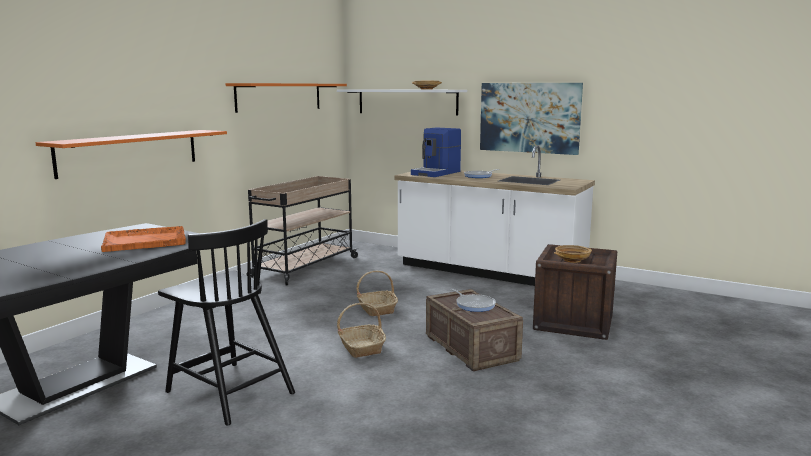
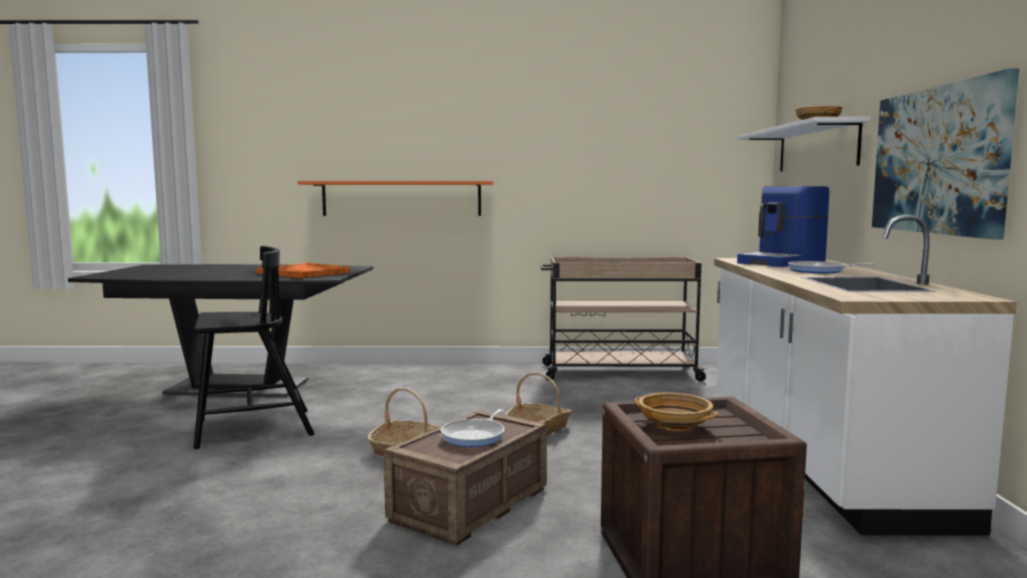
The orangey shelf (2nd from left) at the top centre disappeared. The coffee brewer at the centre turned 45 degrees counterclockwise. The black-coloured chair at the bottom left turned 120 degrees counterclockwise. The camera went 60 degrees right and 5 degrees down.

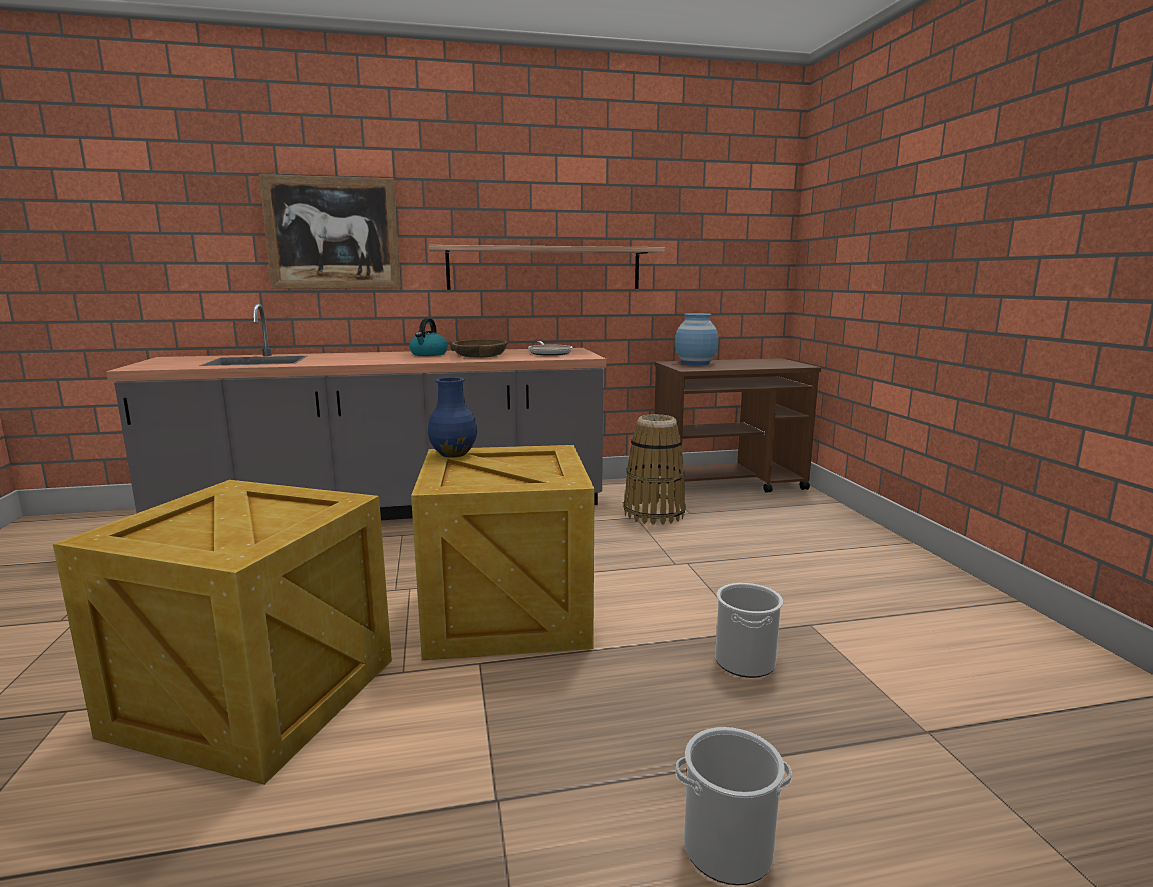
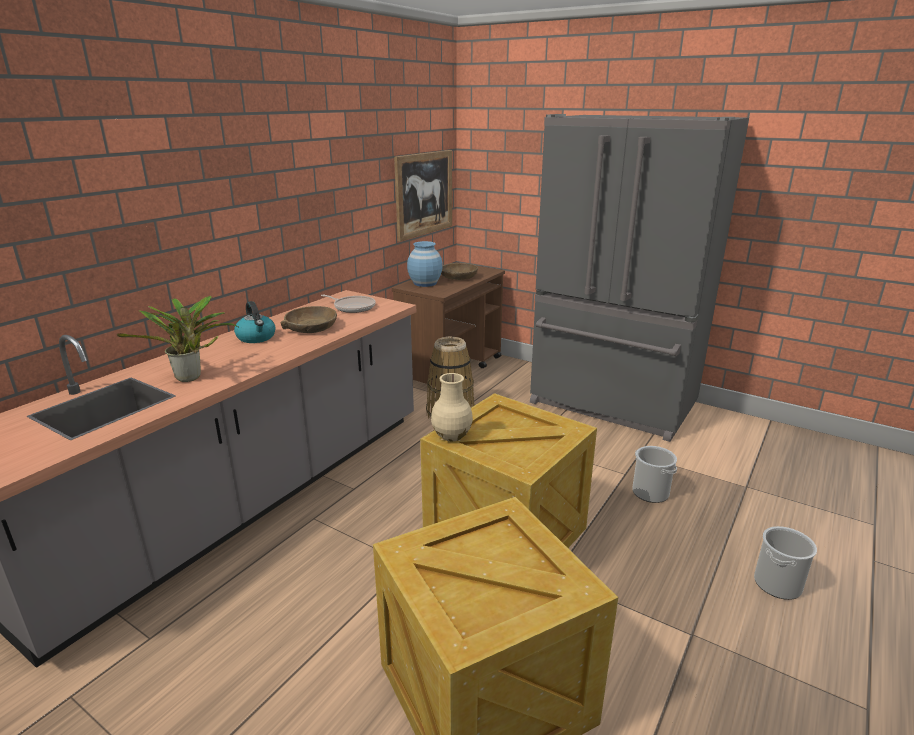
The wall picture moved from the top left to the top centre. The shelf at the top centre disappeared. The bluish flower vase (1st from left) at the centre became the sand-coloured flower vase at the centre. The gray refrigerator at the middle right appeared. The brownish bowl (2nd from left) at the centre appeared. The plant in a pot at the middle left appeared. The camera went 45 degrees left and 10 degrees up.

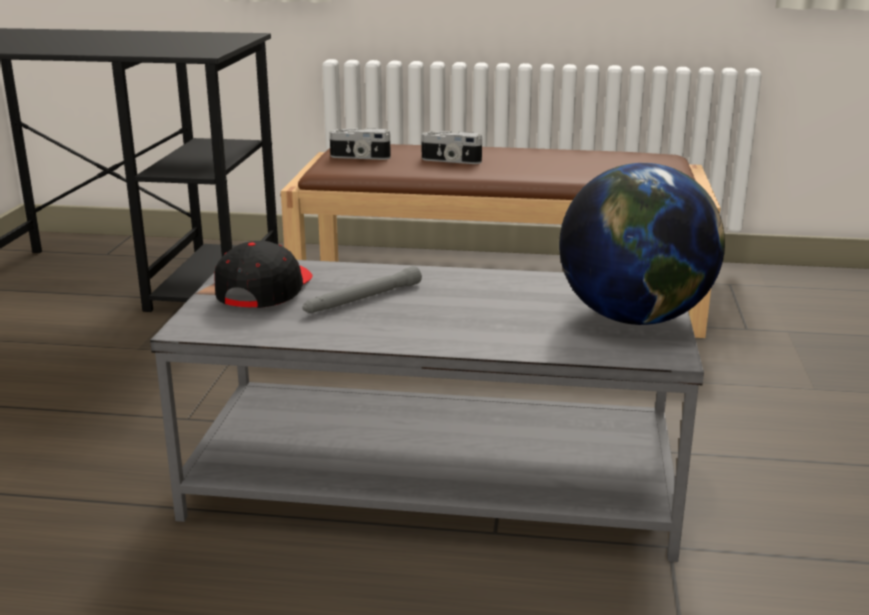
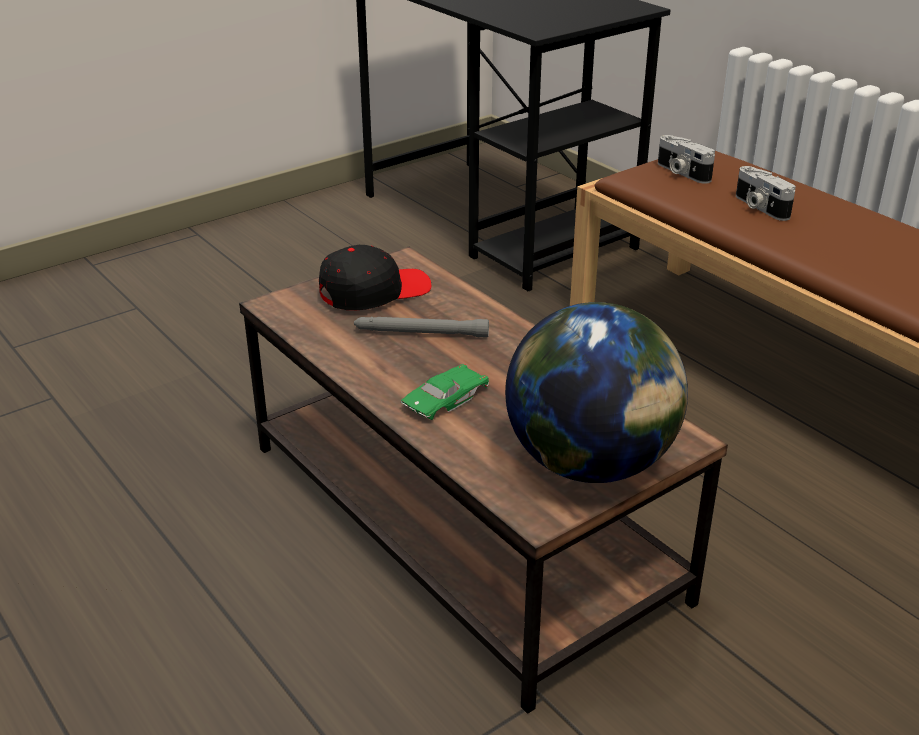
The gray coffee table at the bottom centre became the brownish coffee table at the centre. The green-coloured miniature car at the centre appeared. The camera went 45 degrees right and 10 degrees up.

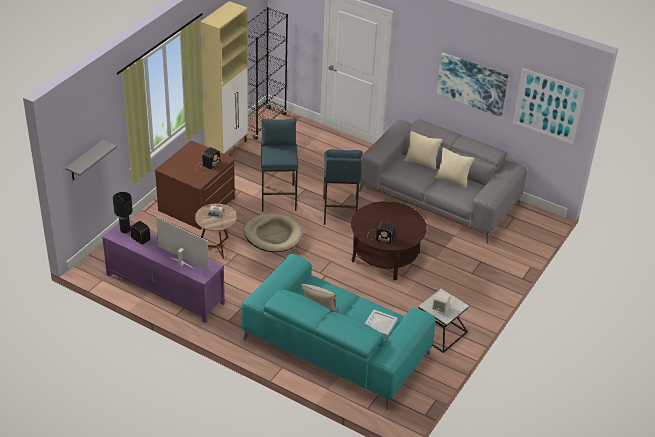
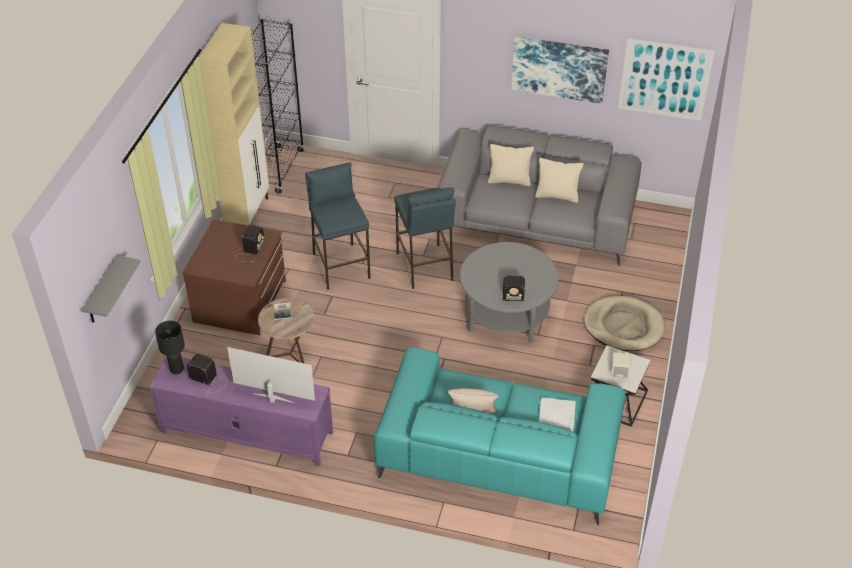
The brownish coffee table at the centre became the gray coffee table at the centre. The sand-coloured dog cushion moved from the centre to the middle right. The camera went 15 degrees left and 5 degrees up.

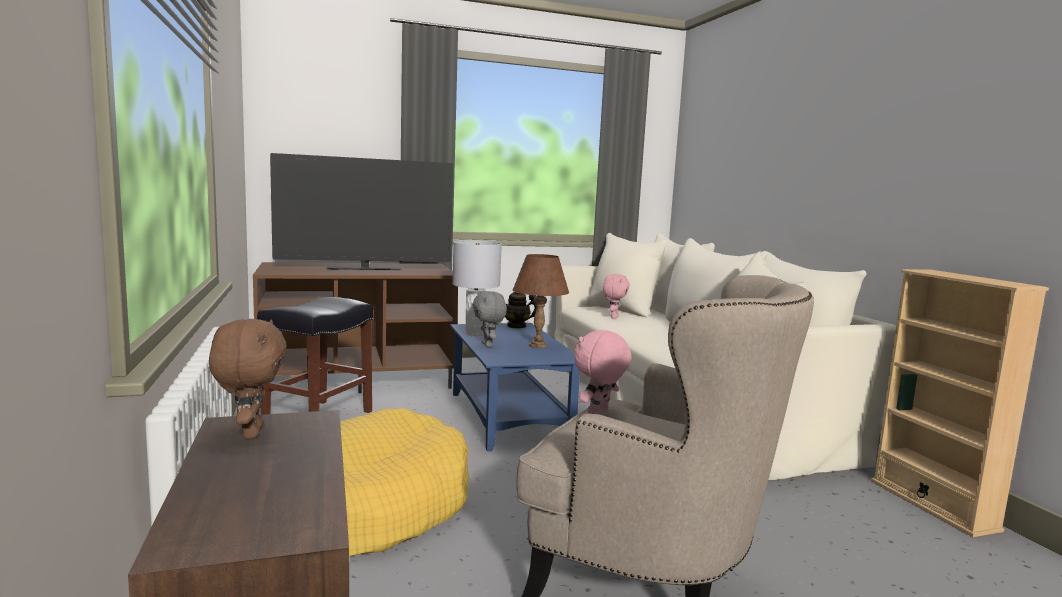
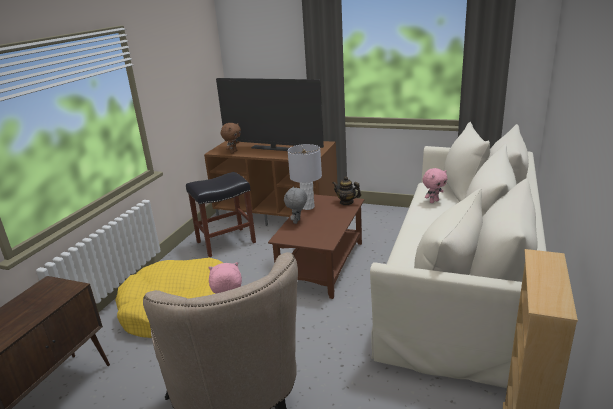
The brownish lamp for a table at the centre disappeared. The brownish soft toy moved from the middle left to the centre. The bluish coffee table at the centre became the brownish coffee table at the centre. The camera went 40 degrees right and 15 degrees up.

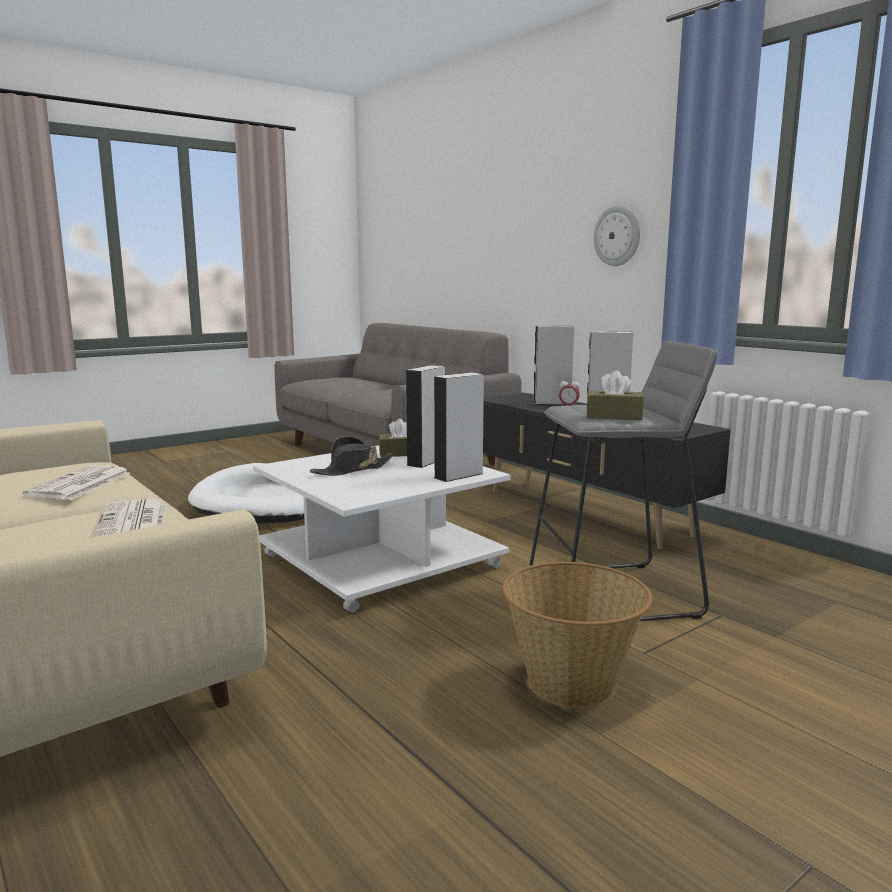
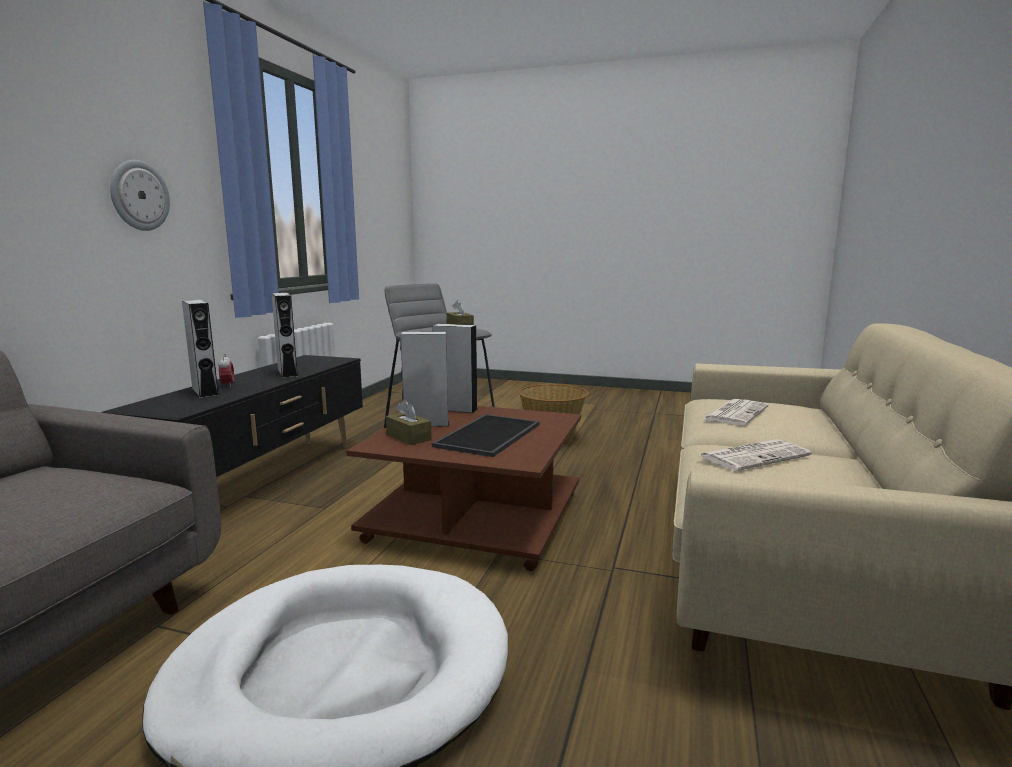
The black-coloured clothing hat at the centre was replaced by the carrying tray at the centre. The white coffee table at the centre became the brownish coffee table at the centre. The camera went 125 degrees left and 0 degrees up.

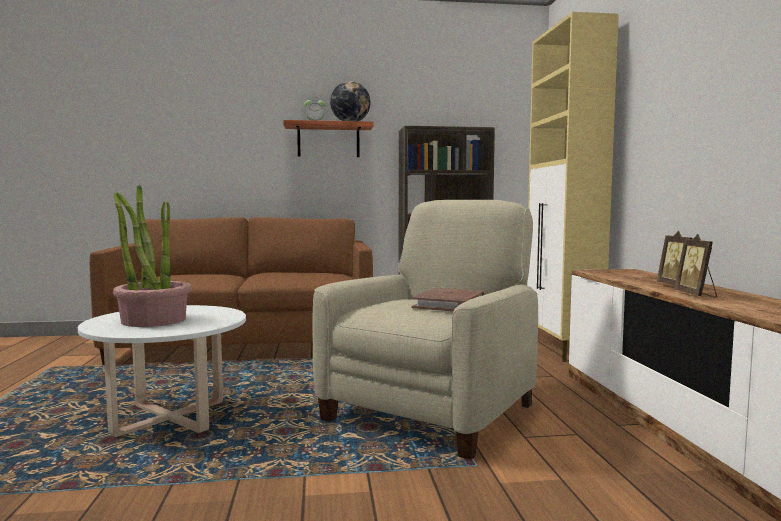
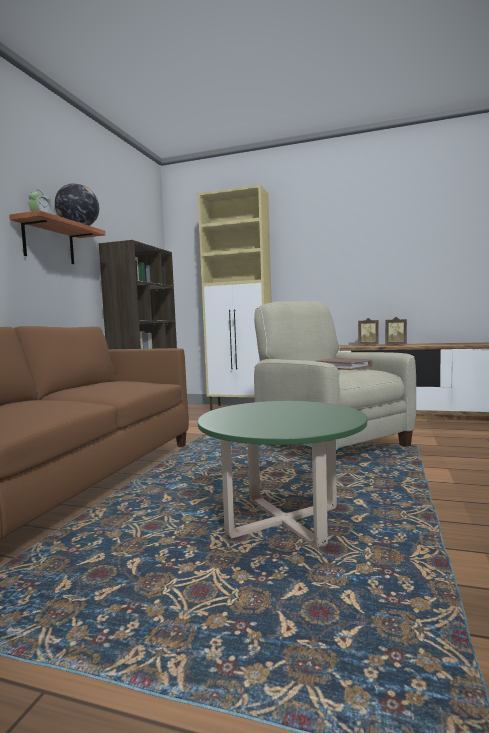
The plant in a pot at the middle left disappeared. The white coffee table at the bottom left became the green-coloured coffee table at the centre. The camera went 65 degrees left and 0 degrees up.

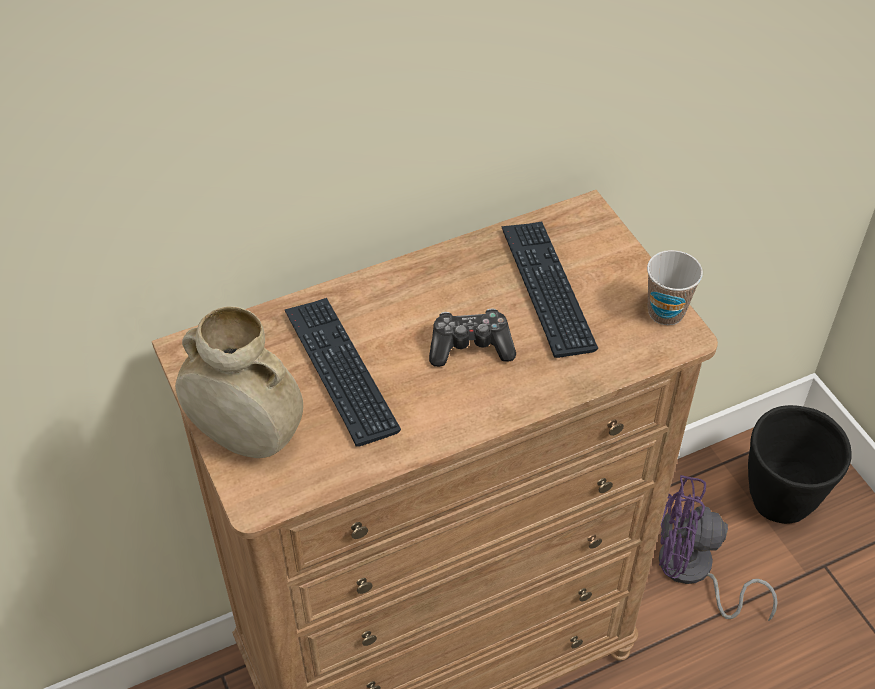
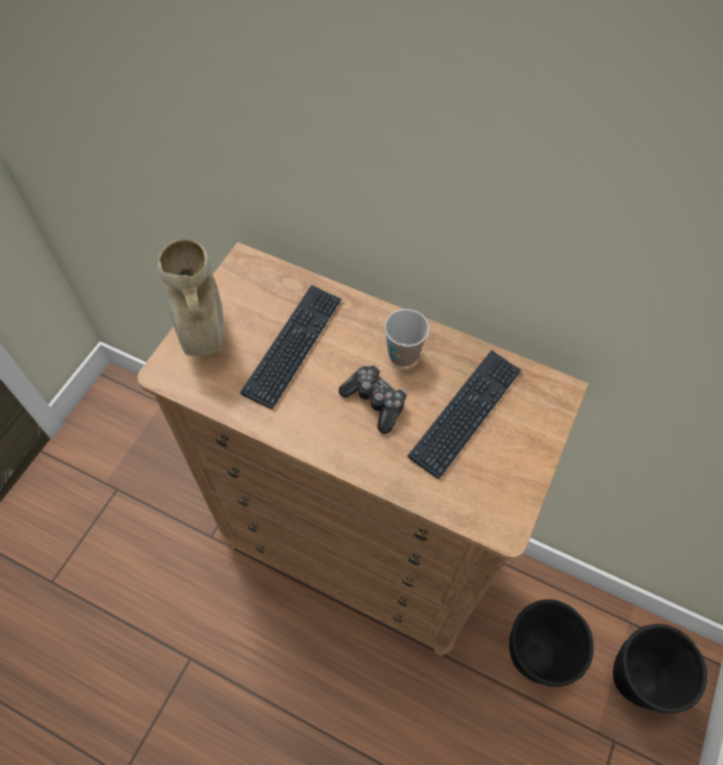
The small cup moved from the middle right to the centre. The purplish fan at the bottom right was replaced by the black-coloured flower pot (1st from left) at the bottom right. The camera went 50 degrees right and 10 degrees up.

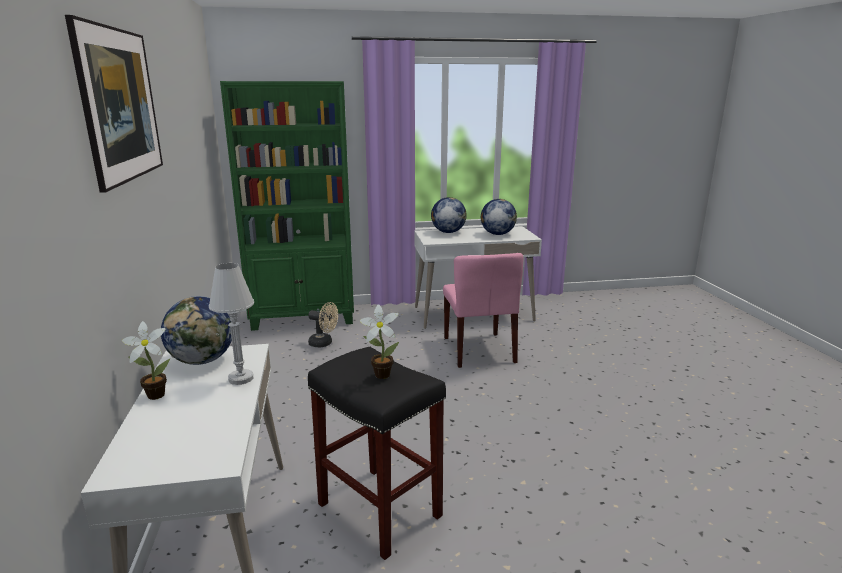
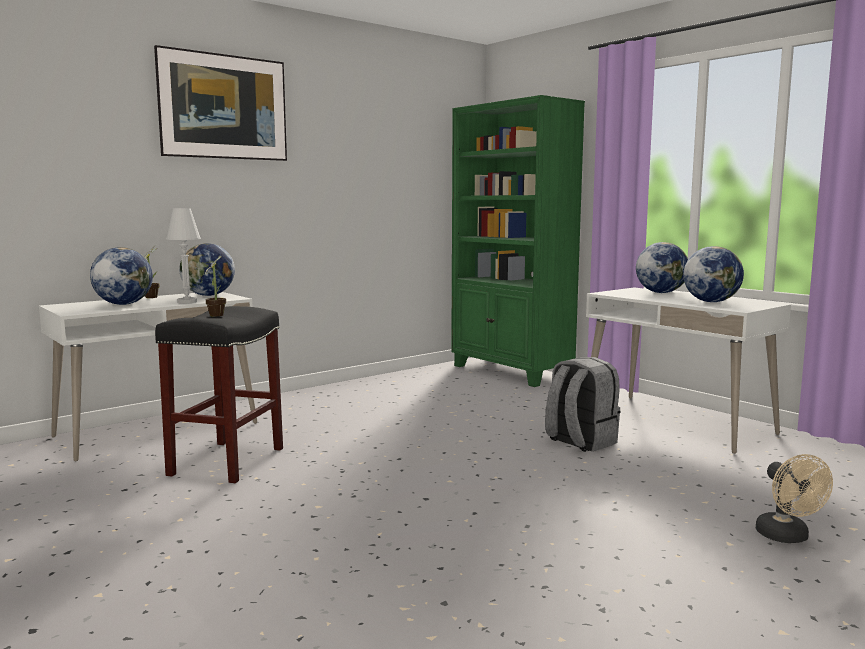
The pink chair at the centre was replaced by the gray knapsack at the middle right. The sand-coloured fan moved from the centre to the bottom right. The desk globe (1st from left) at the middle left appeared. The camera went 60 degrees right and 10 degrees down.

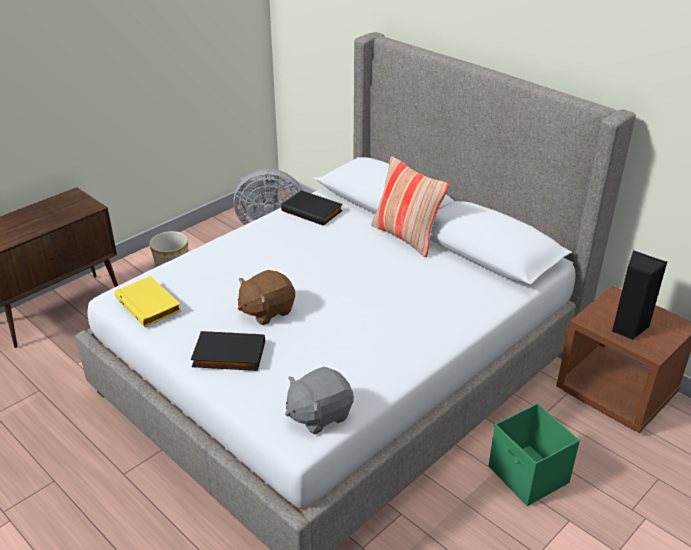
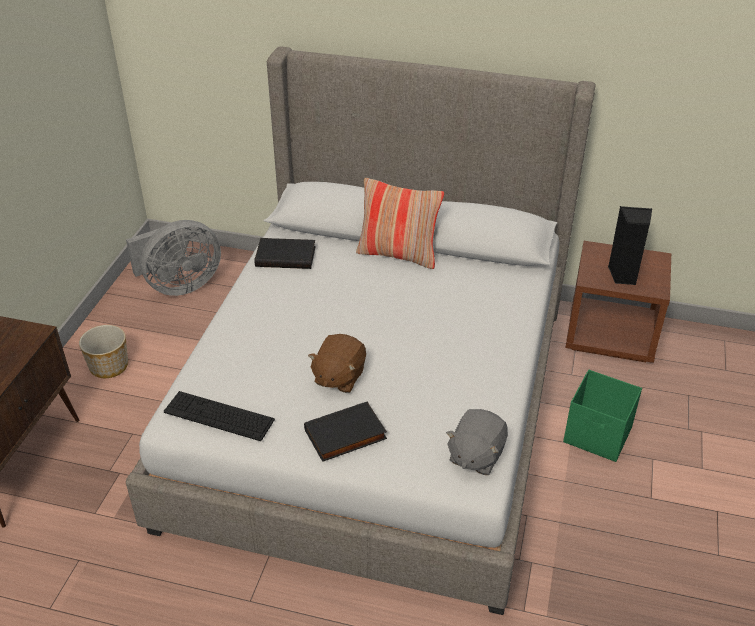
The yellowish volume at the middle left was replaced by the keyboard at the middle left. The camera went 30 degrees left and 5 degrees up.

